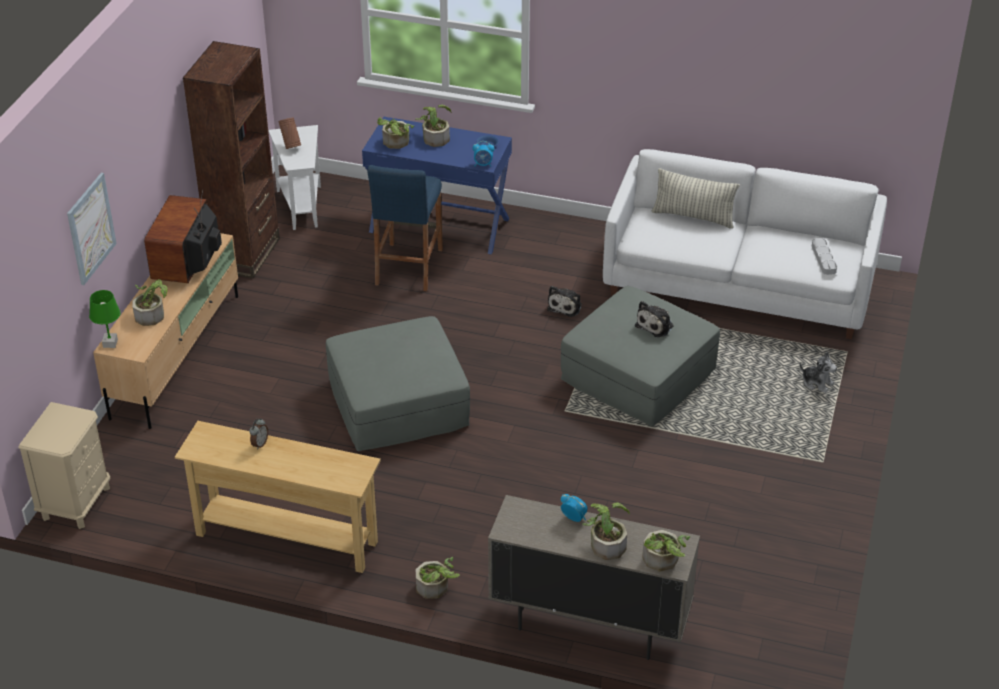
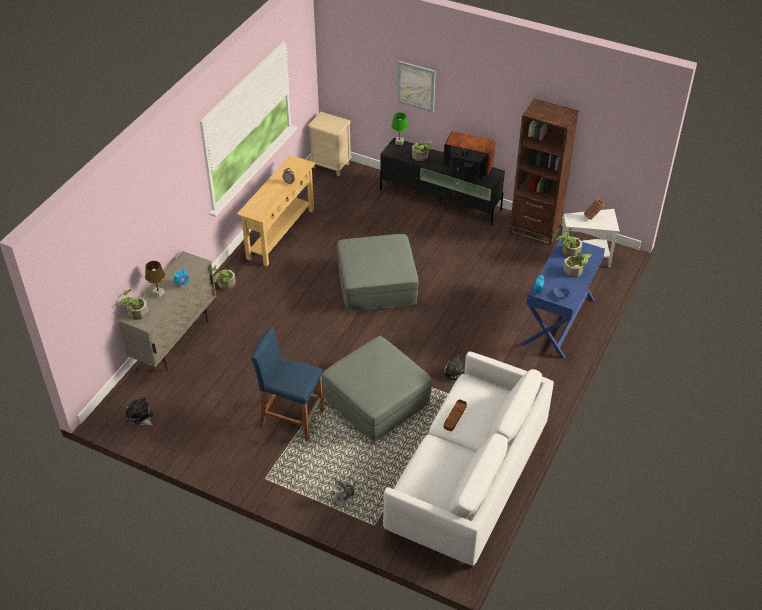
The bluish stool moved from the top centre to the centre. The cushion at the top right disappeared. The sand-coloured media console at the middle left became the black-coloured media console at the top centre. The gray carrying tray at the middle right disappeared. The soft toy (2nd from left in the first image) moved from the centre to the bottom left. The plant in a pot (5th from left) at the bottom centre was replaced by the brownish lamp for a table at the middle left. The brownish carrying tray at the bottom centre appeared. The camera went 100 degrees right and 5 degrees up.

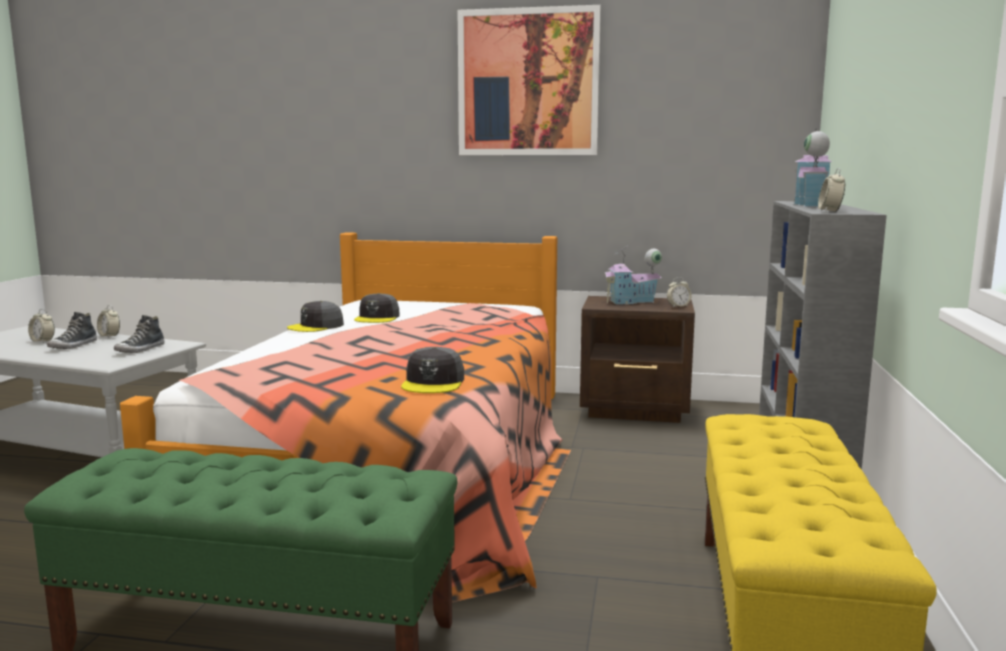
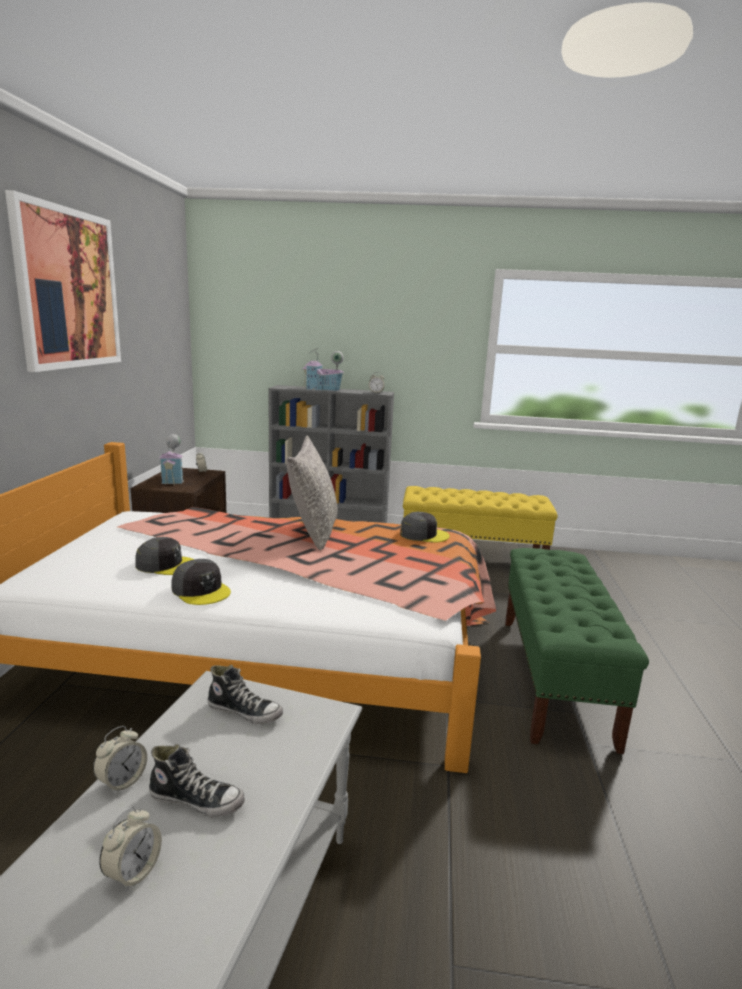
The gray cushion at the centre appeared. The camera went 95 degrees left and 5 degrees up.

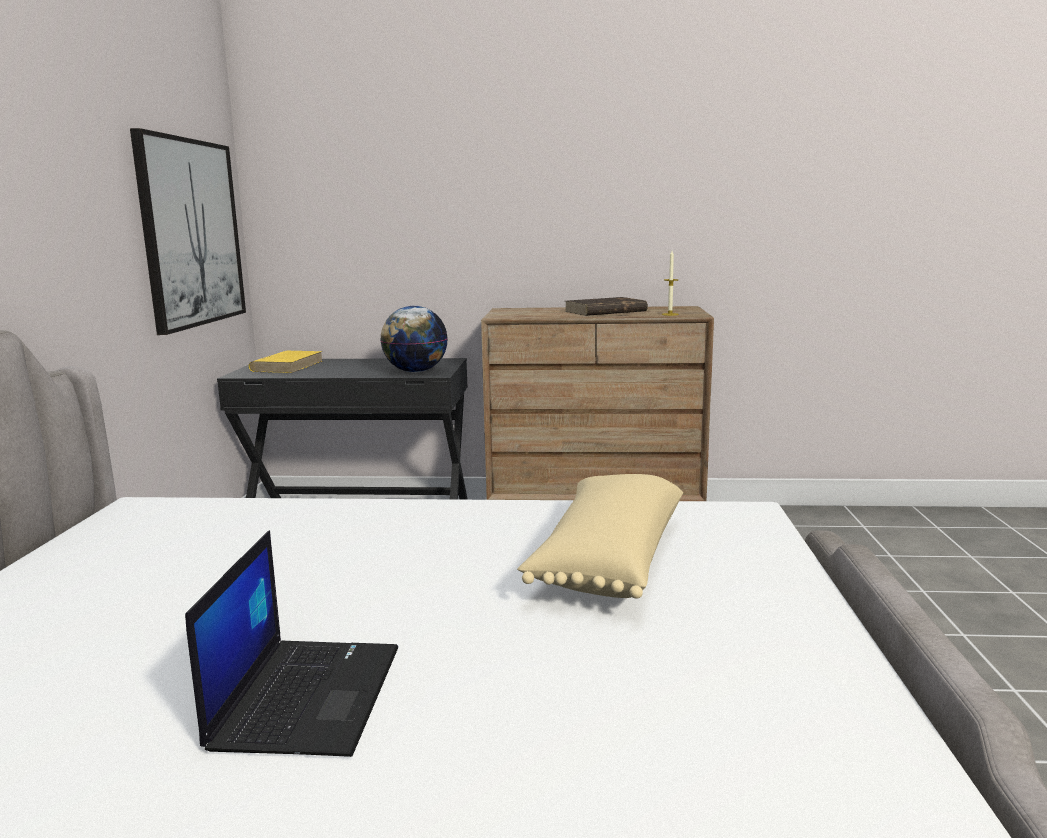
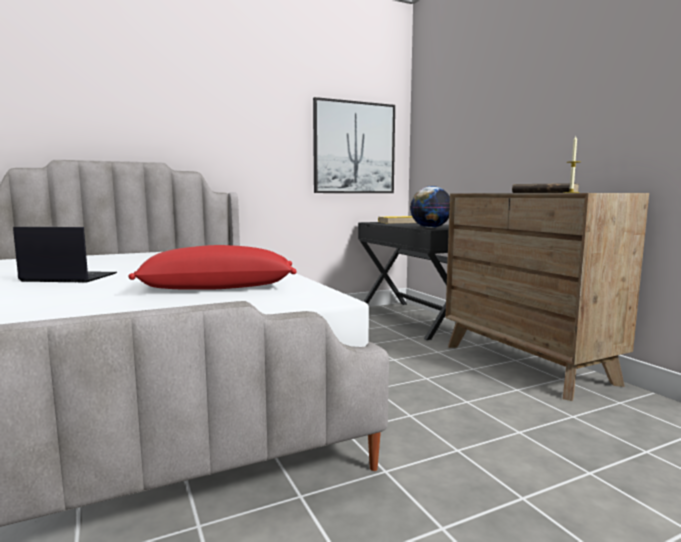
The sand-coloured cushion at the centre became the reddish cushion at the middle left. The laptop at the bottom left turned 150 degrees counterclockwise. The camera went 60 degrees right and 5 degrees down.

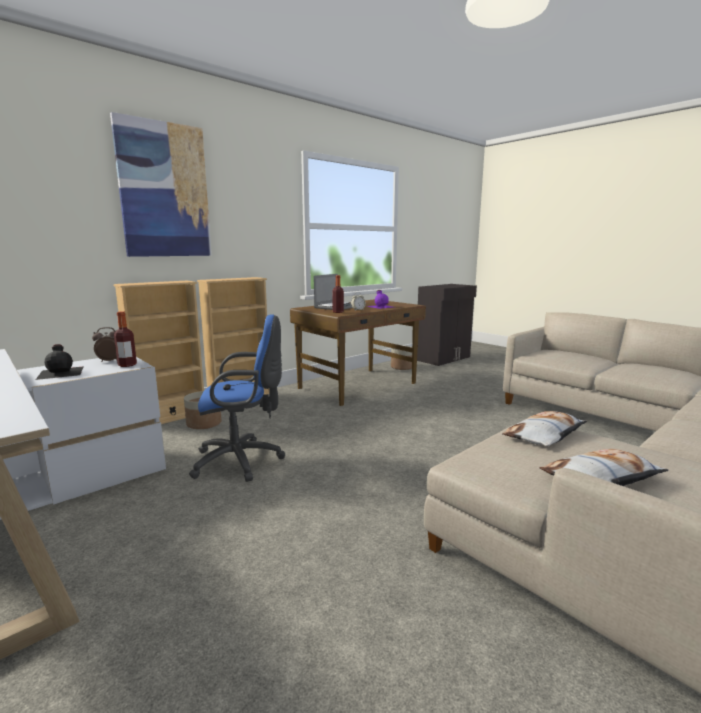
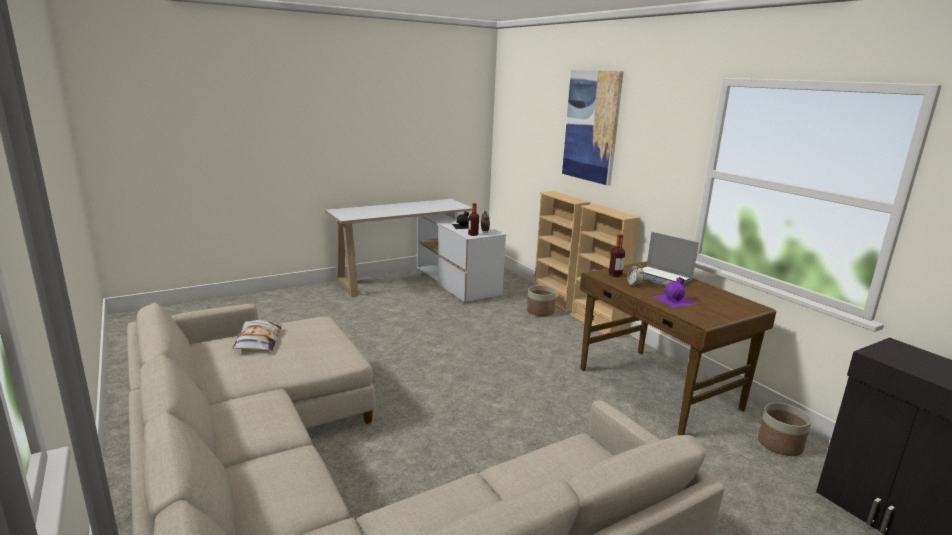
The bluish office chair at the centre disappeared. The cushion (1st from left) at the middle right disappeared. The camera went 100 degrees right and 5 degrees up.

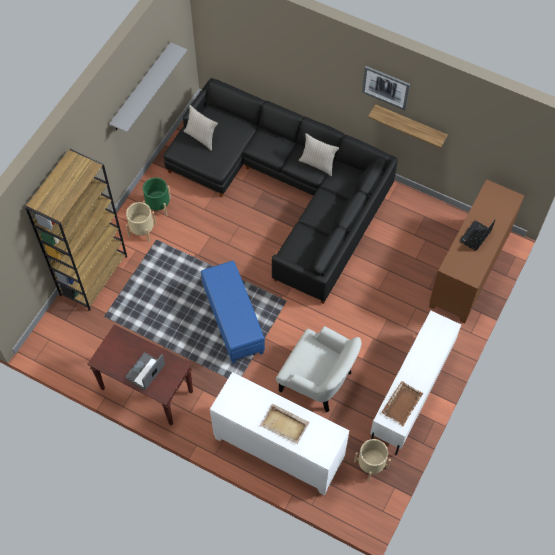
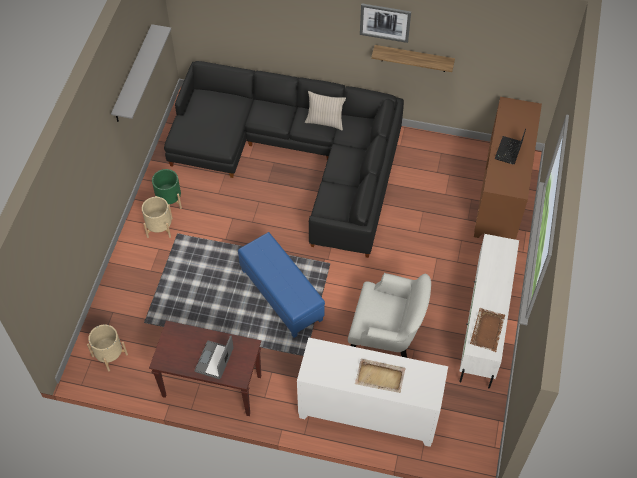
The sand-coloured cushion (1st from left) at the top centre disappeared. The brownish bookcase at the middle left disappeared. The sand-coloured flower pot (2nd from left in the first image) moved from the bottom right to the bottom left. The camera went 15 degrees left and 5 degrees down.

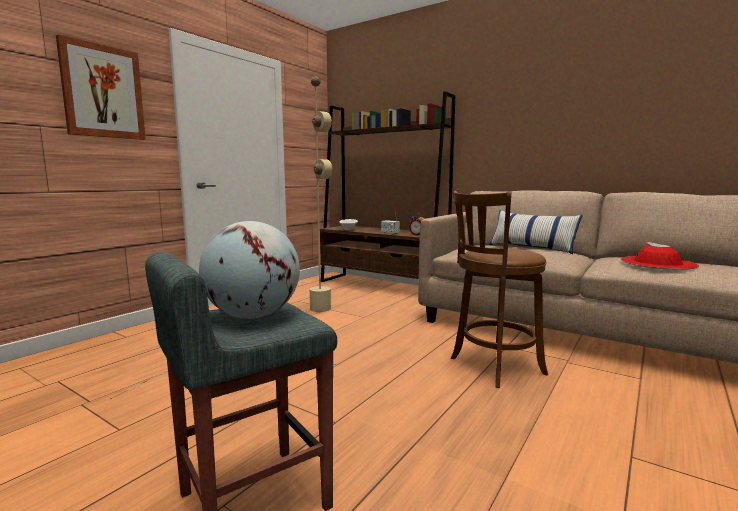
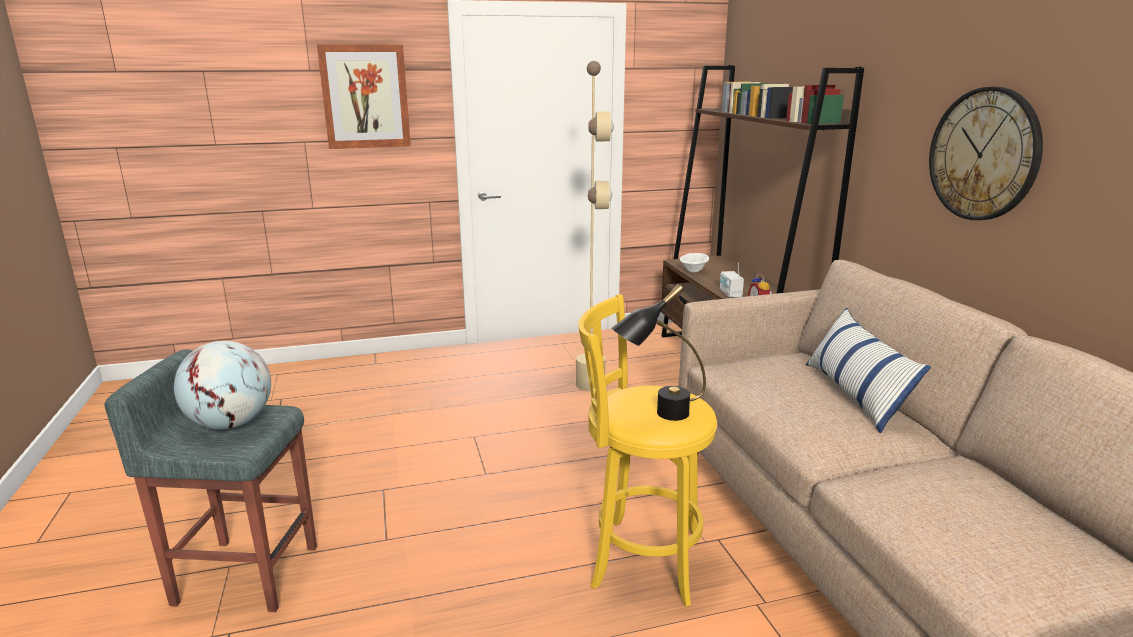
The brownish stool at the middle right became the yellowish stool at the bottom centre. The reddish clothing hat at the middle right disappeared. The clock on the wall at the top right appeared. The black-coloured lamp for a table at the centre appeared. The camera went 40 degrees right and 10 degrees up.

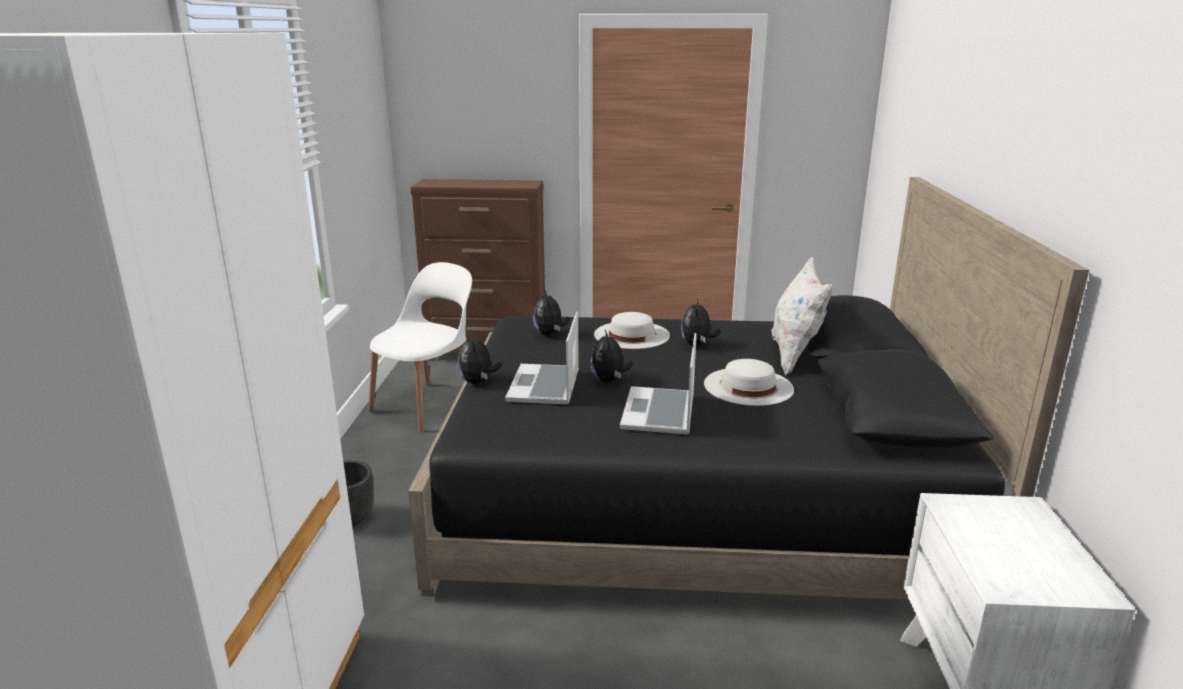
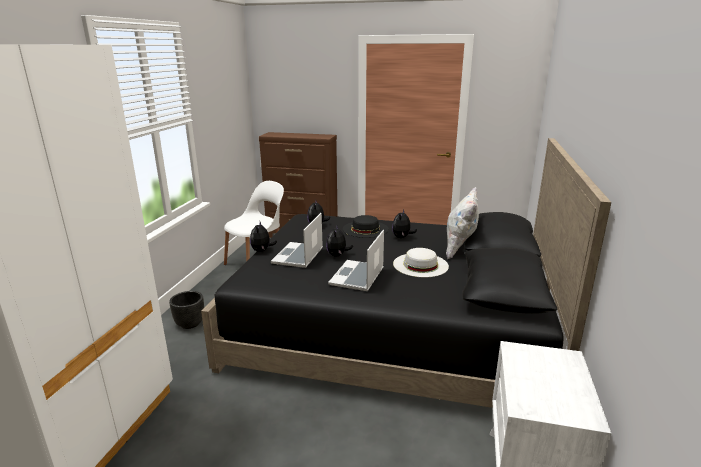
The white clothing hat (1st from left) at the centre became the black-coloured clothing hat at the centre. The camera went 10 degrees right and 0 degrees up.

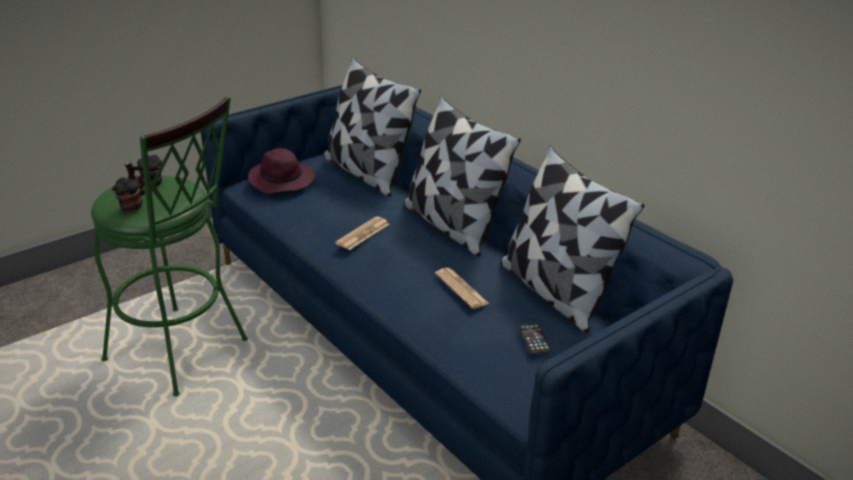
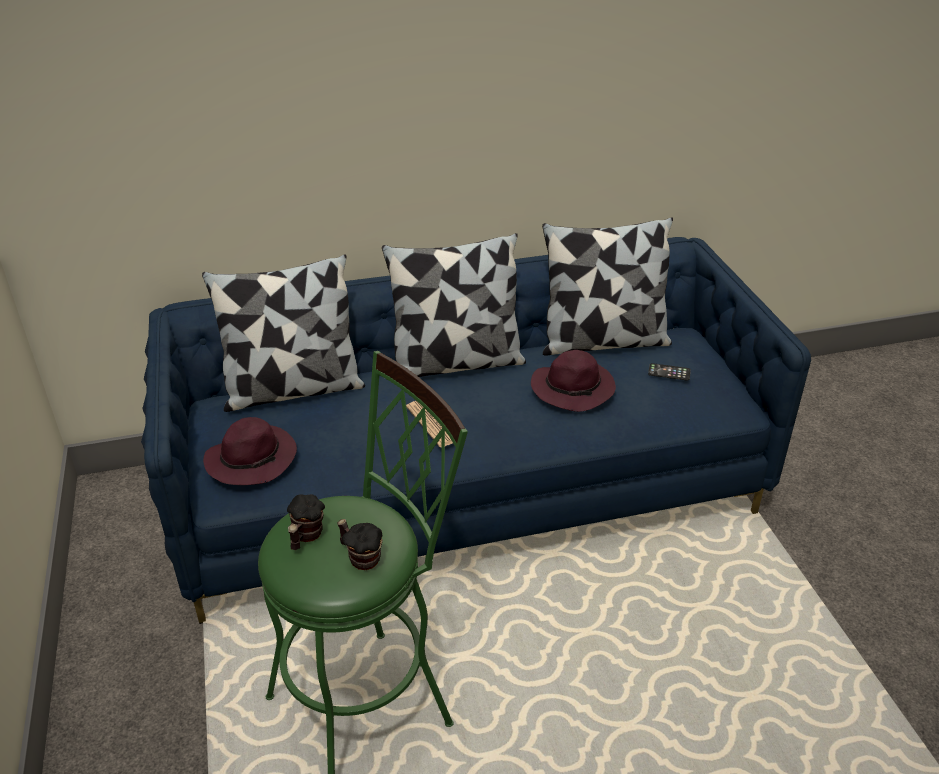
The daily paper (2nd from left) at the centre was replaced by the purplish clothing hat (2nd from left) at the centre. The camera went 65 degrees left and 5 degrees up.

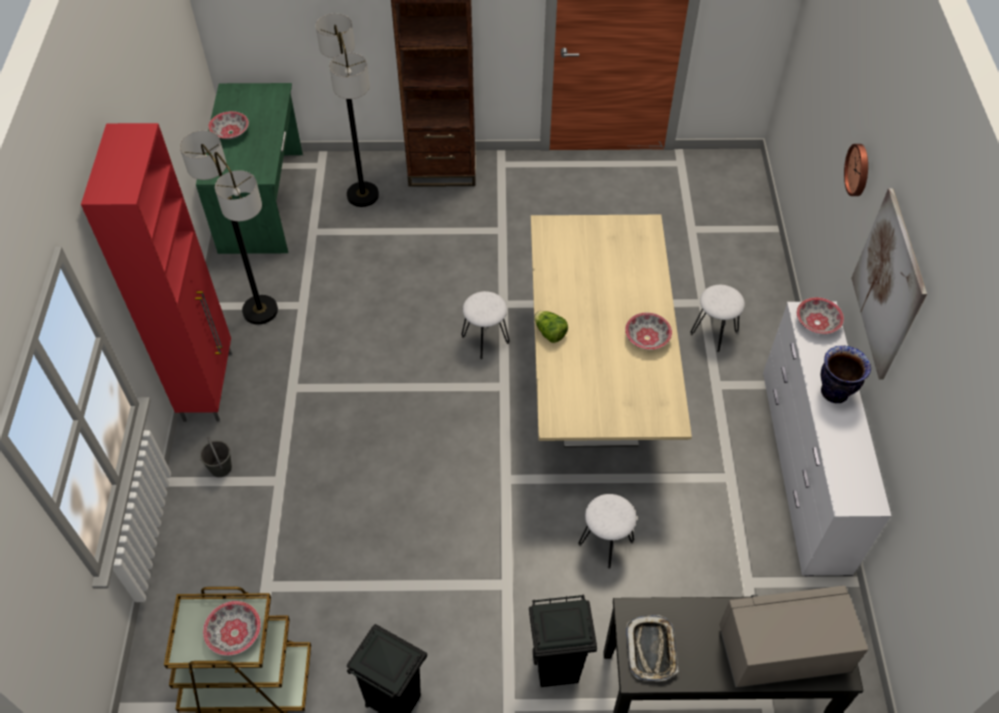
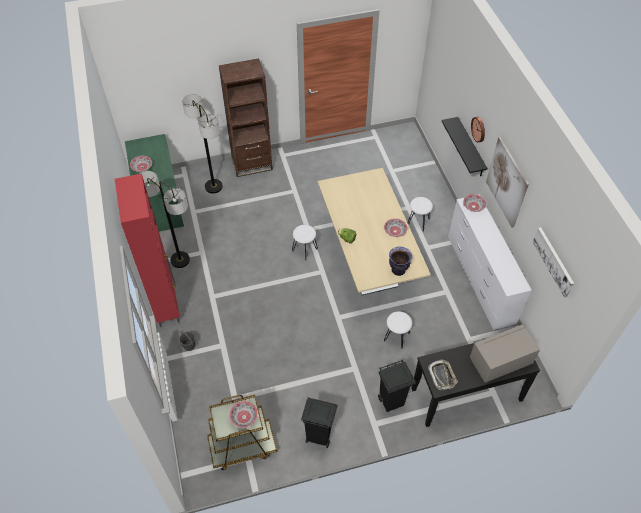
The flower vase moved from the middle right to the centre. The black-coloured shelf at the top right appeared. The wall picture (2nd from left) at the middle right appeared. The camera went 15 degrees left and 0 degrees up.

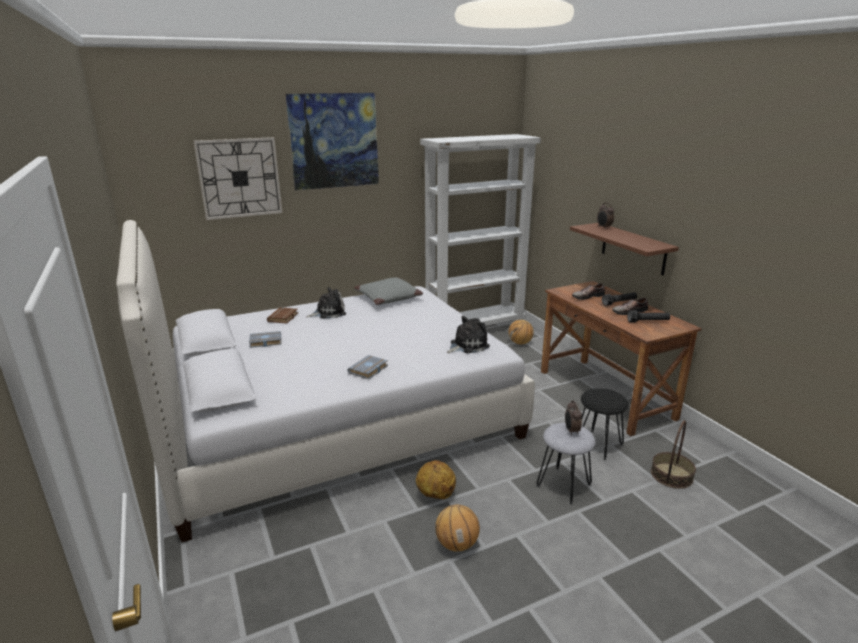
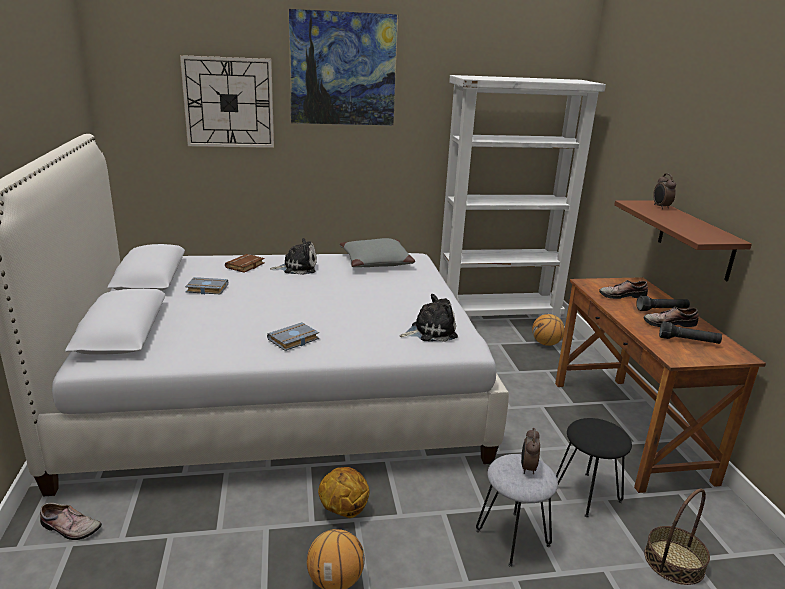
The item of footwear (1st from left) at the bottom left appeared. The camera went 15 degrees right and 0 degrees up.

